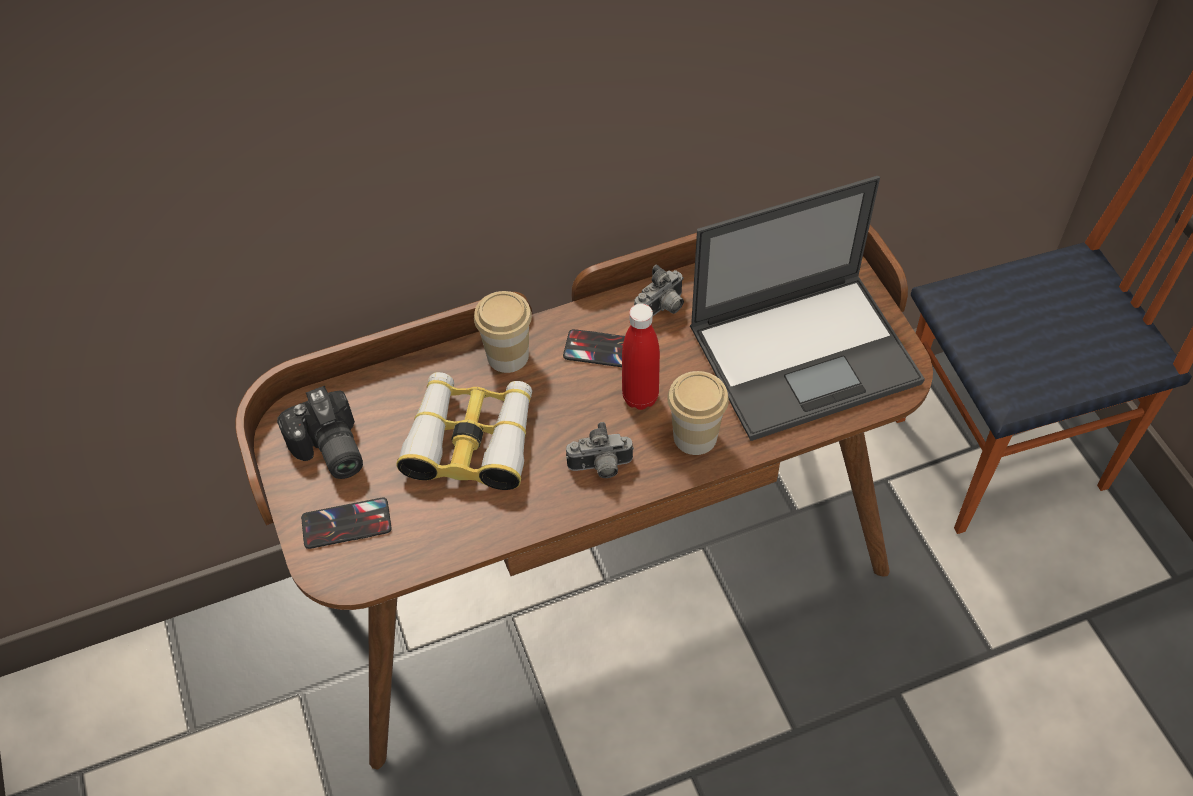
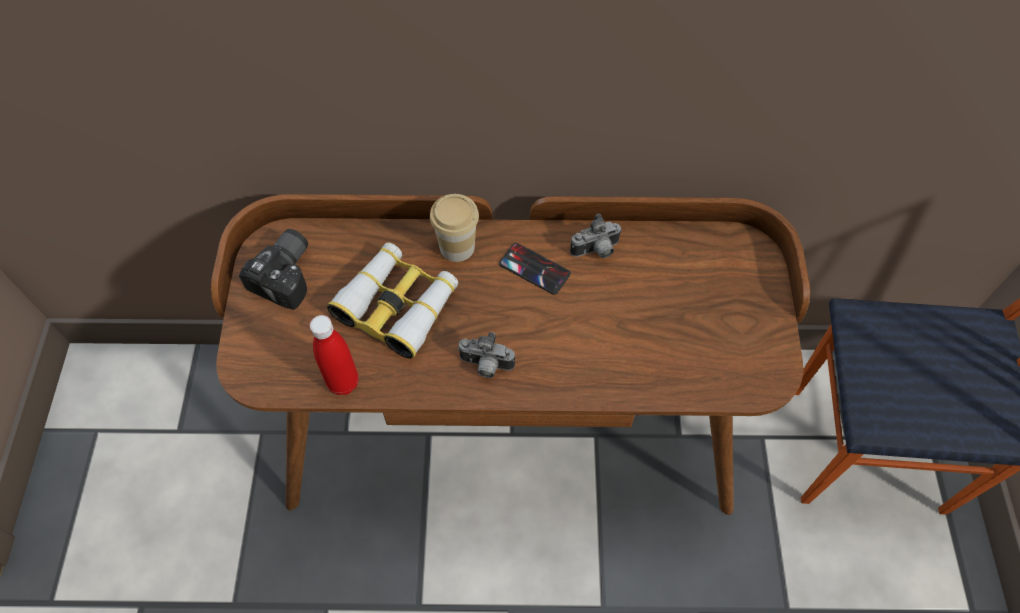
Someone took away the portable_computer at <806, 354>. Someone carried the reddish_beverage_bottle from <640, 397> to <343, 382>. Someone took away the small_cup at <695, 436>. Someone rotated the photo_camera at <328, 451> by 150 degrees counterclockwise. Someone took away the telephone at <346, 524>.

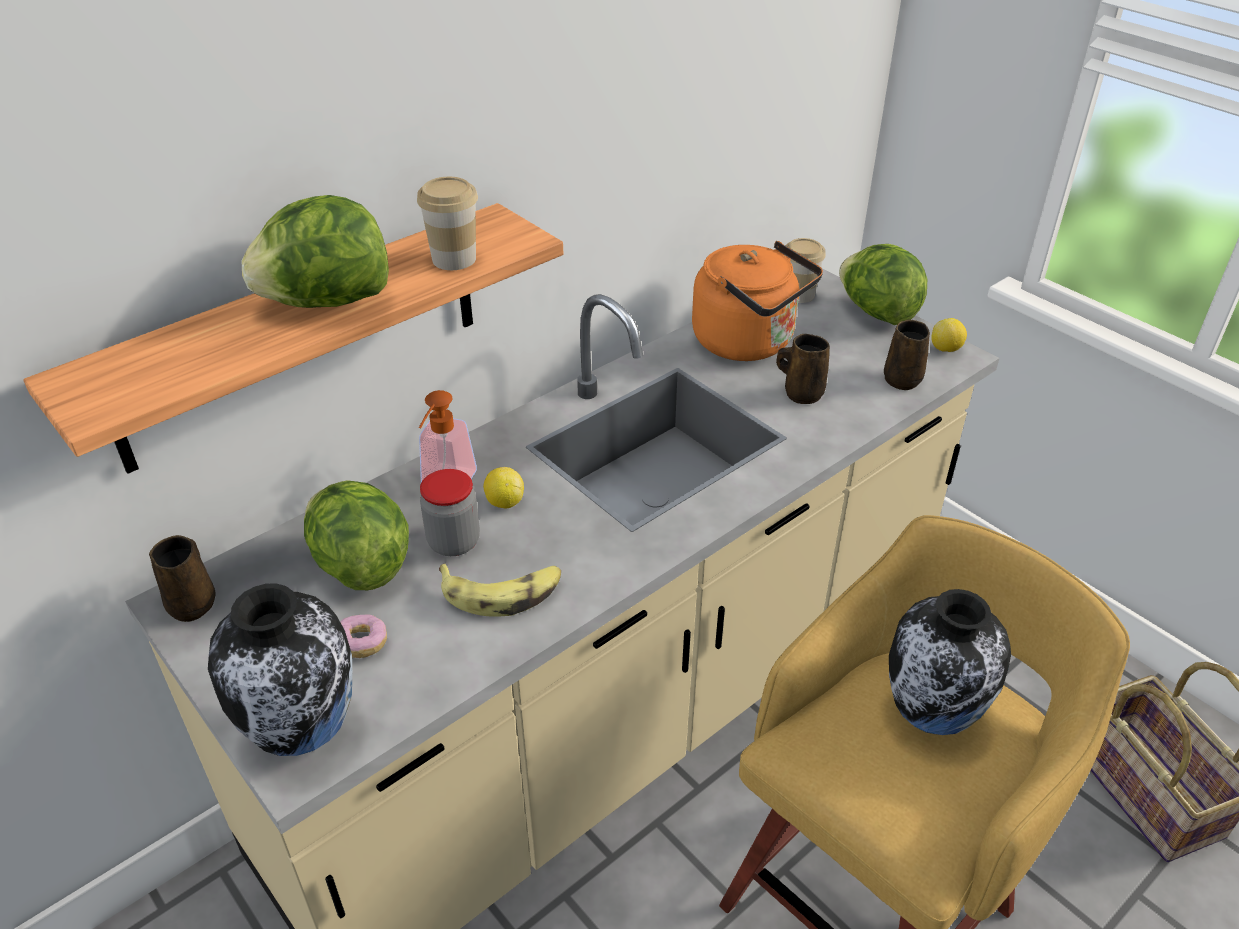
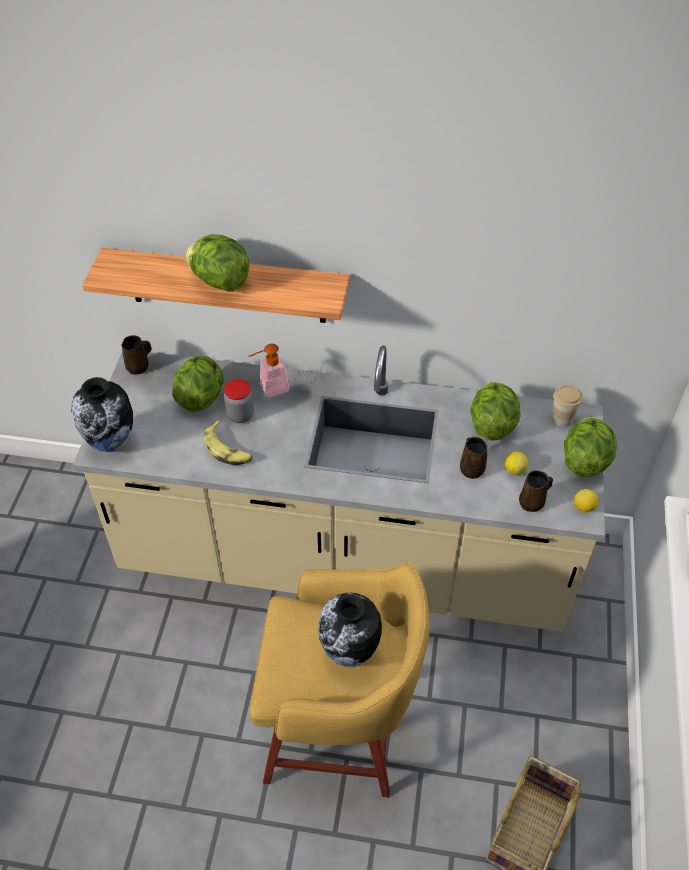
Someone took away the small_cup at <454, 259>. Someone swapped the orange_tea_kettle at <749, 343> for the head_of_lettuce at <491, 424>. Someone carried the lemon from <504, 502> to <514, 469>. Someone took away the ring_doughnut at <362, 644>.

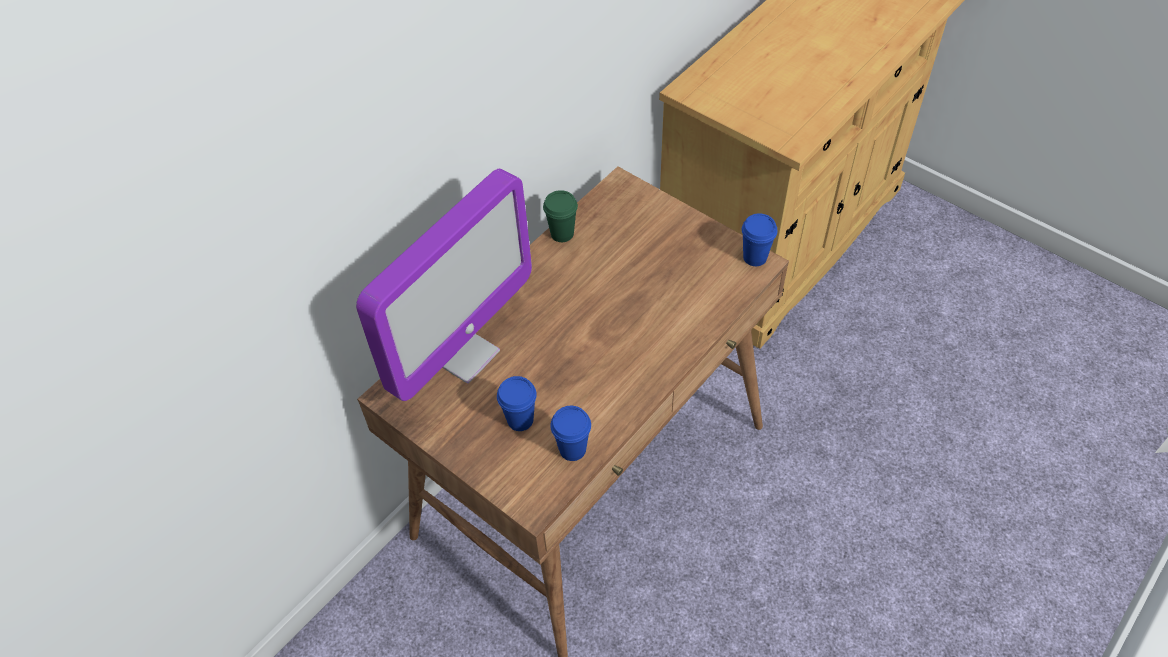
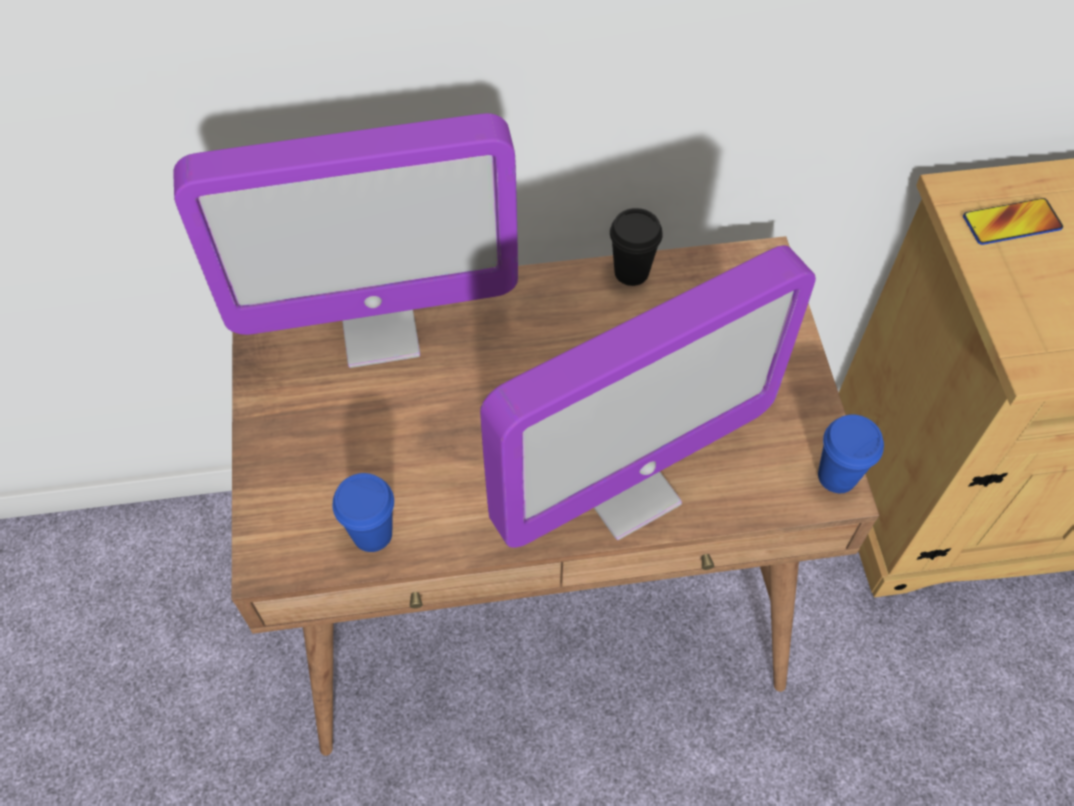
Someone repainted the greenish_small_cup at <562, 234>, which became the black-coloured_small_cup at <631, 272>. Someone took away the bluish_small_cup at <520, 420>. Someone put down the telephone at <1011, 223>. Someone put down the computer_display at <625, 489>.

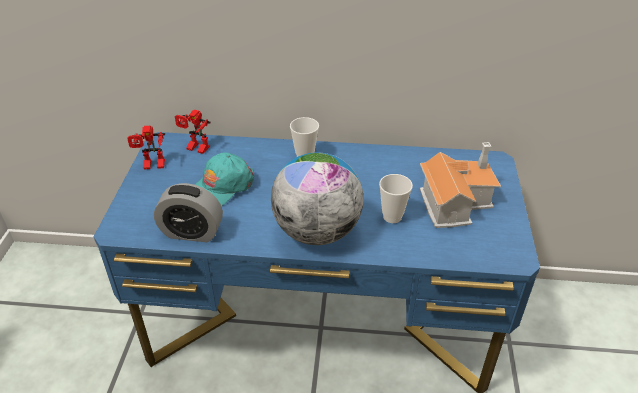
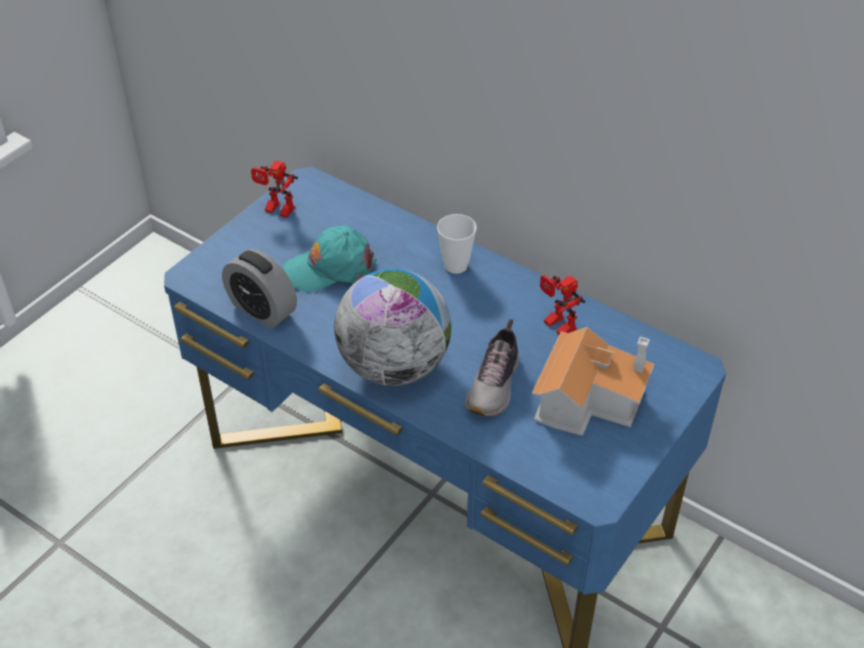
Someone carried the model_robot from <195, 149> to <555, 326>. Someone swapped the small_cup at <392, 217> for the shoe at <495, 385>.

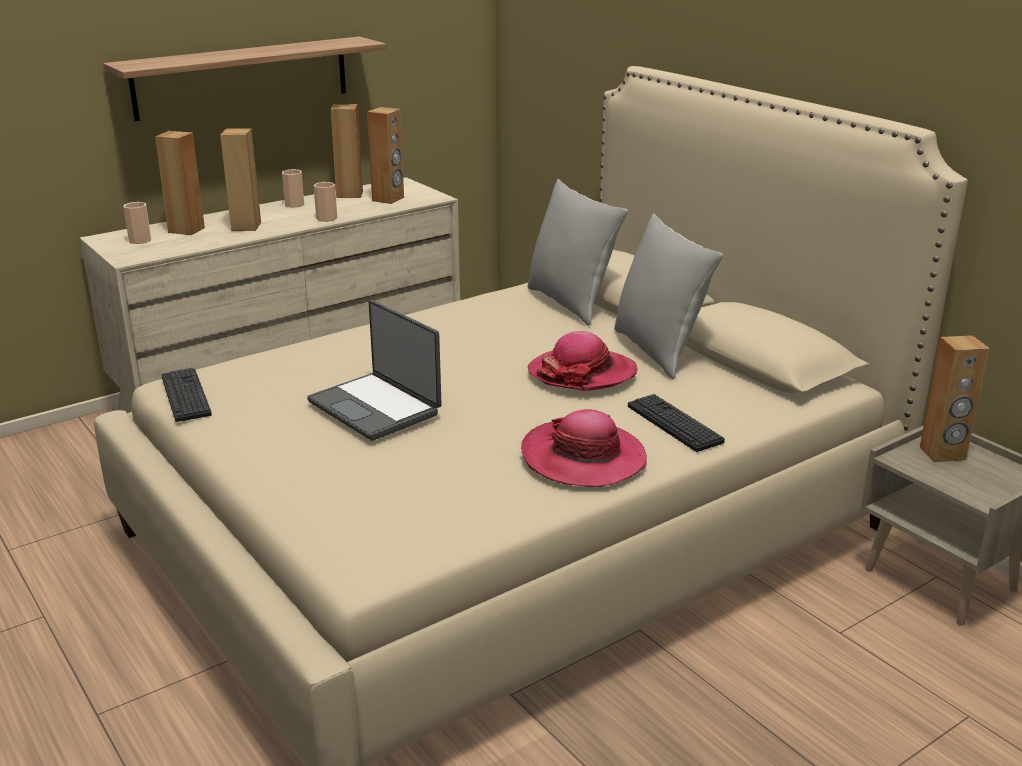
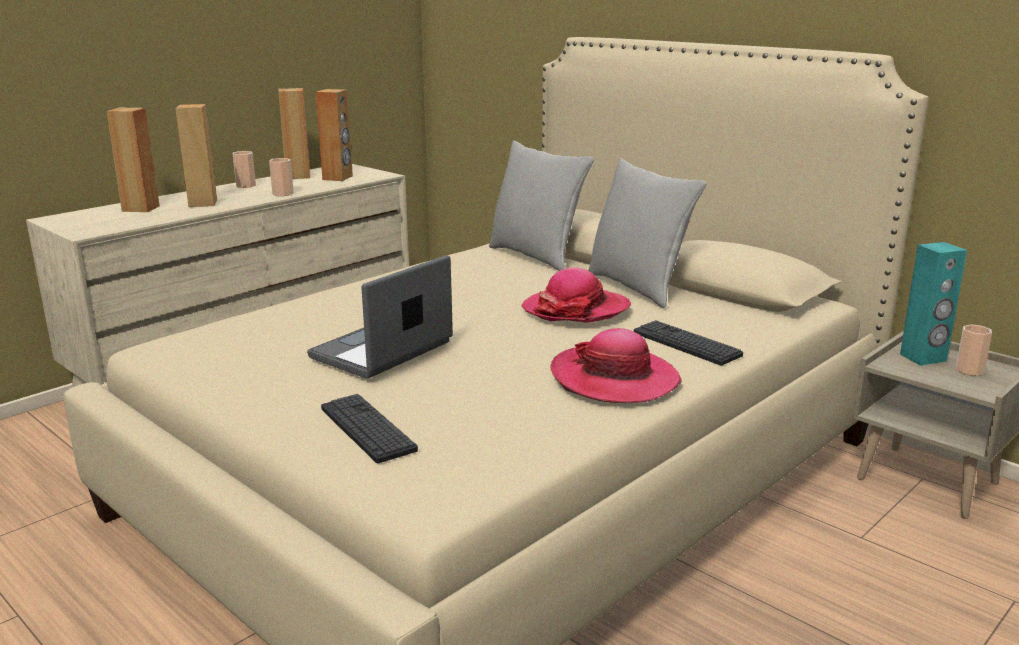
Someone took away the wall_shelf at <242, 77>. Someone carried the small_cup from <140, 240> to <969, 370>. Someone rotated the portable_computer at <376, 407> by 90 degrees clockwise. Someone repainted the brown-coloured_audio_speaker at <942, 453>, which became the blue-green_audio_speaker at <923, 358>. Someone carried the computer_keyboard from <185, 395> to <367, 429>.

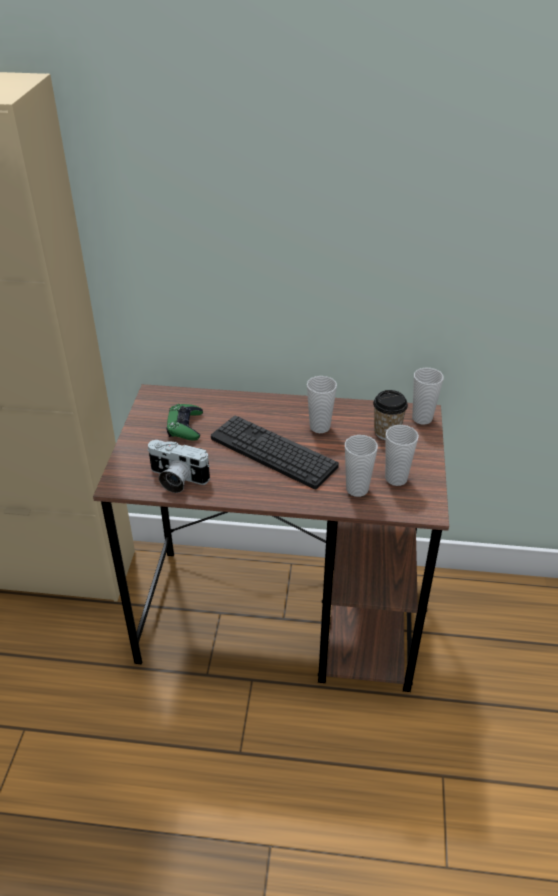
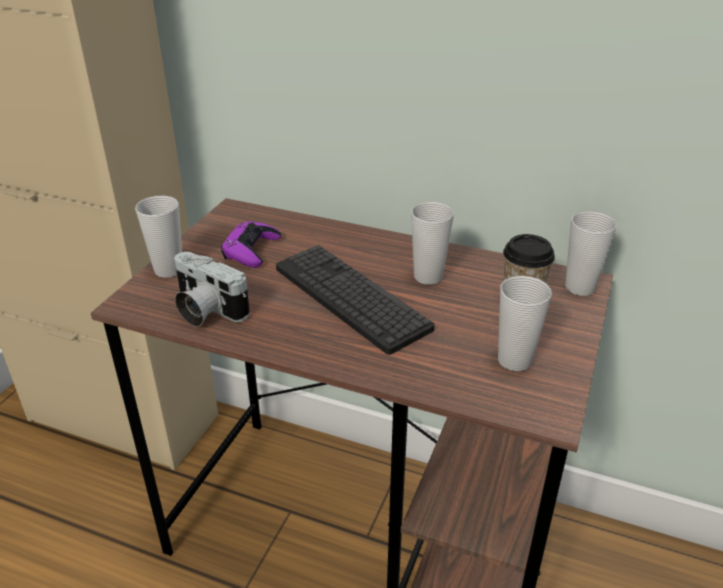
Someone repainted the greenish_joypad at <185, 426>, which became the purple_joypad at <251, 250>. Someone carried the small_cup from <357, 489> to <168, 270>.

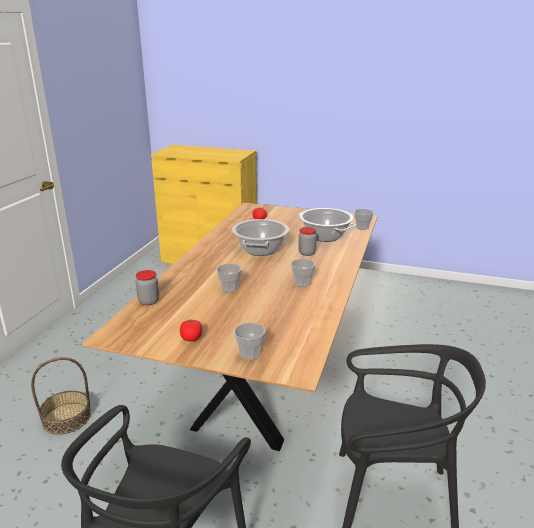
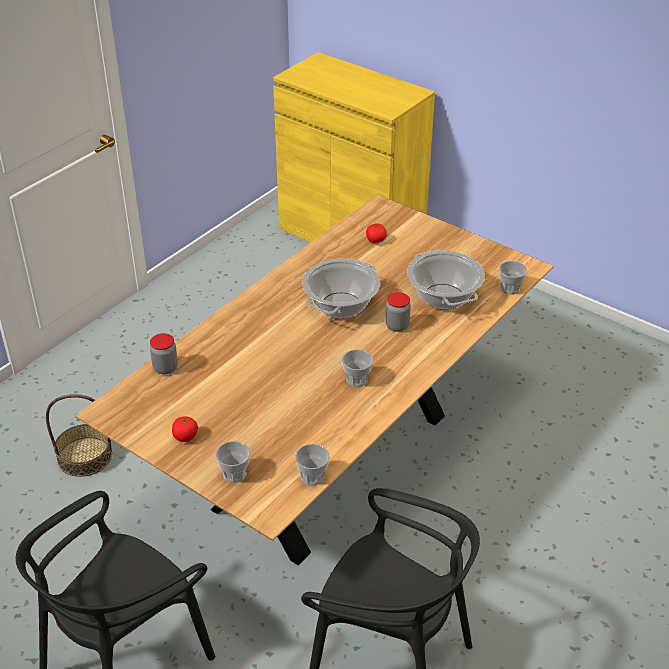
Someone carried the small_cup from <229, 288> to <312, 477>.

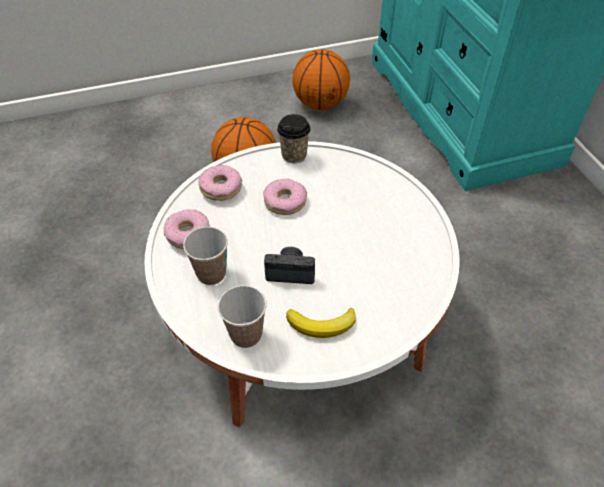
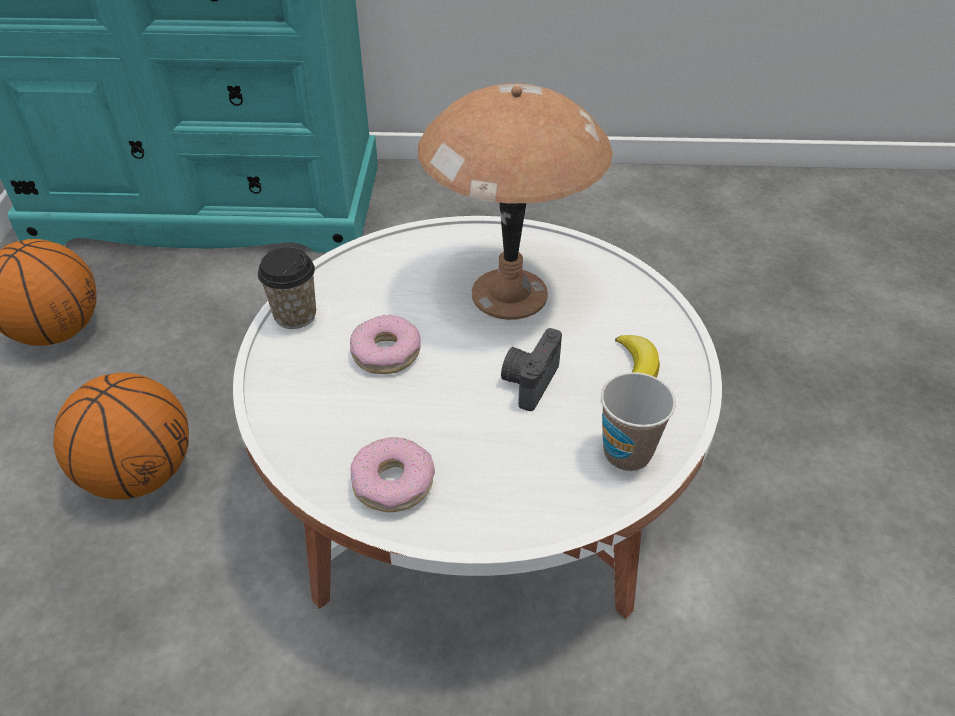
Someone took away the ring_doughnut at <220, 188>. Someone took away the small_cup at <211, 274>. Someone put down the brown-coloured_table_lamp at <510, 293>.

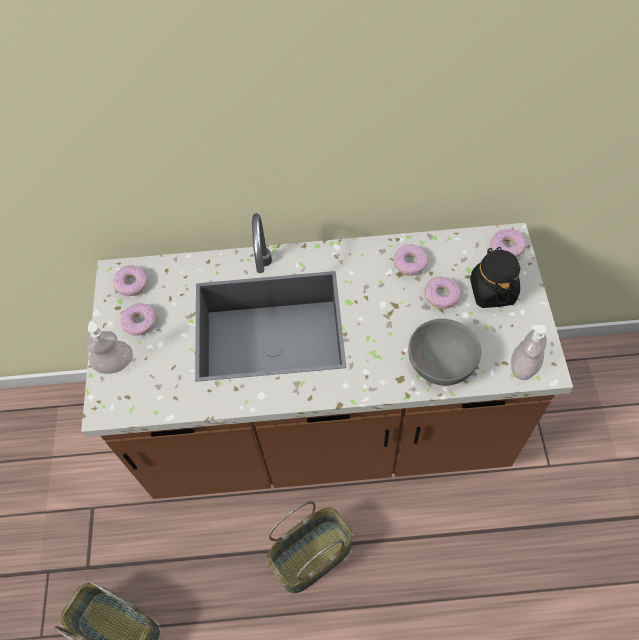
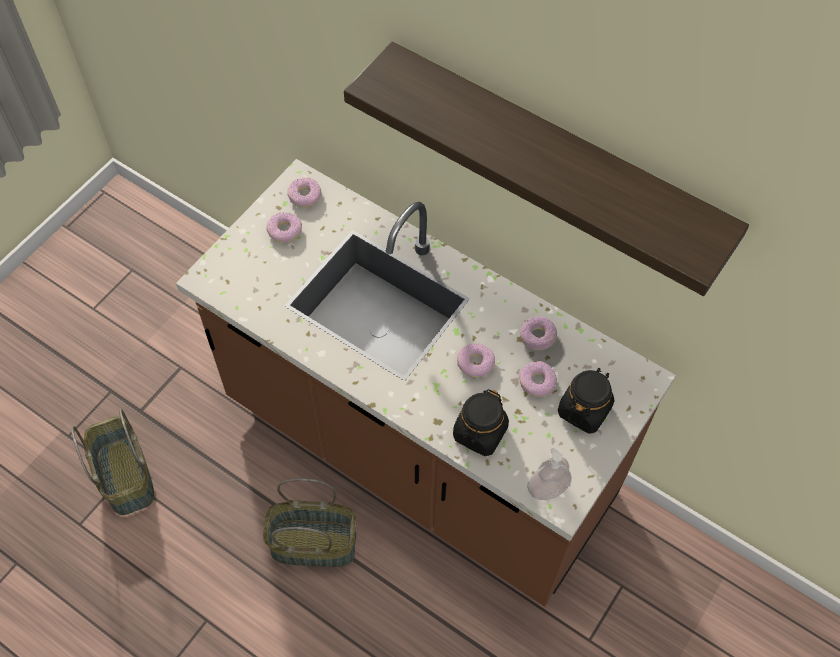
Someone carried the ring_doughnut from <507, 247> to <475, 363>. Someone swapped the greyish_deep_dish at <438, 363> for the black-coloured_storage_jar at <480, 433>. Someone took away the soap_dispenser at <115, 364>. Someone put up the wall_shelf at <555, 158>.

